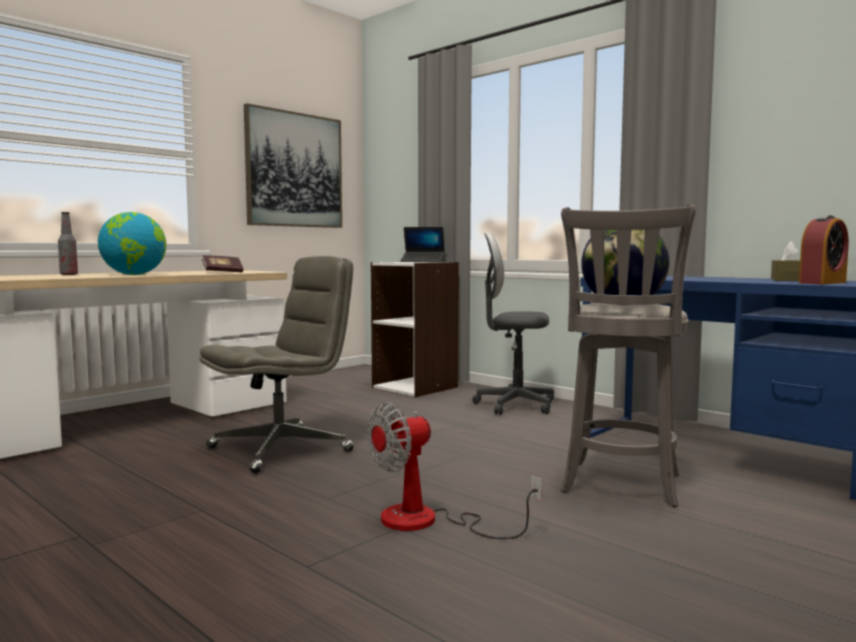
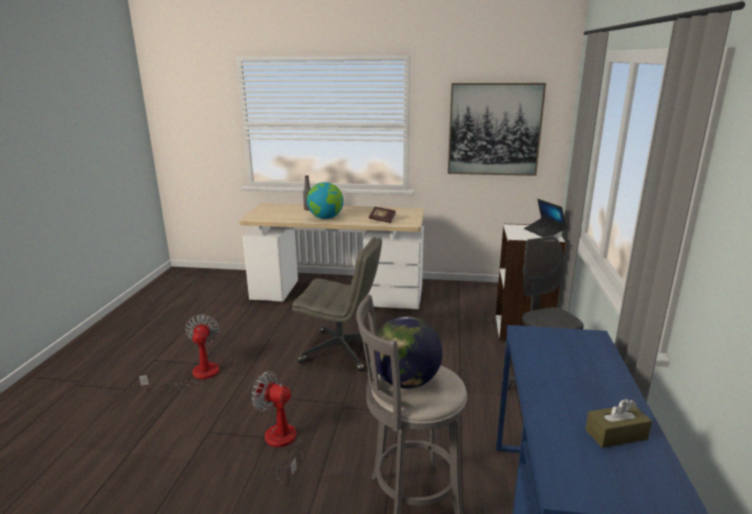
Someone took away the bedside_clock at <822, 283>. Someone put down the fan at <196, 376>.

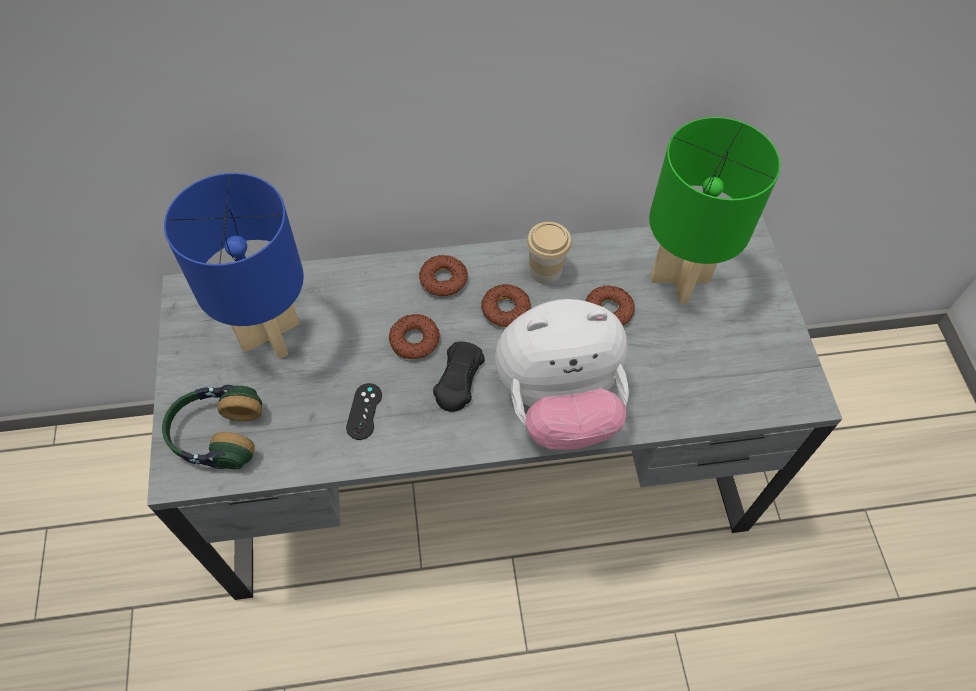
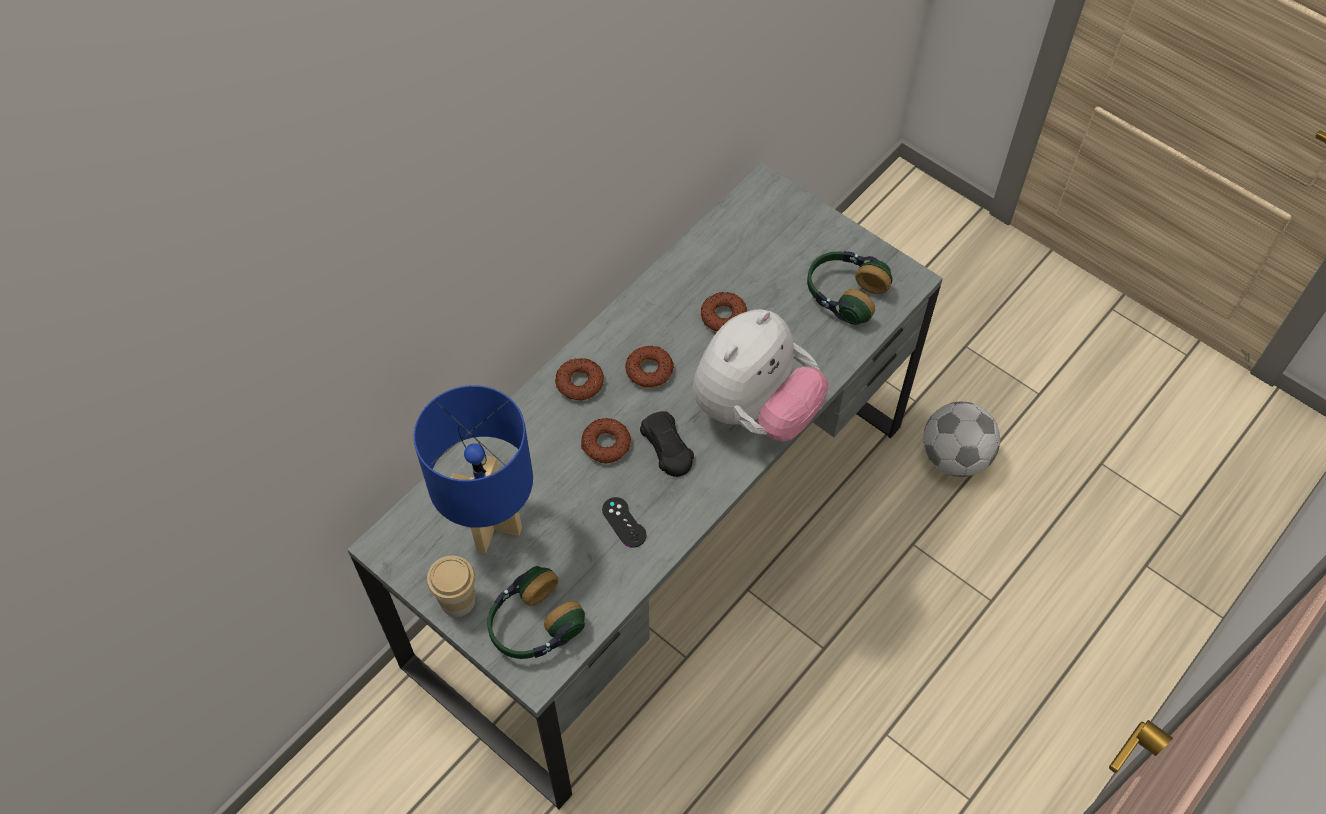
Someone took away the greenish_table_lamp at <680, 280>. Someone carried the small_cup from <545, 271> to <457, 600>. Someone put down the pair_of_headphones at <844, 294>. Someone put down the ball_for_football at <954, 457>.

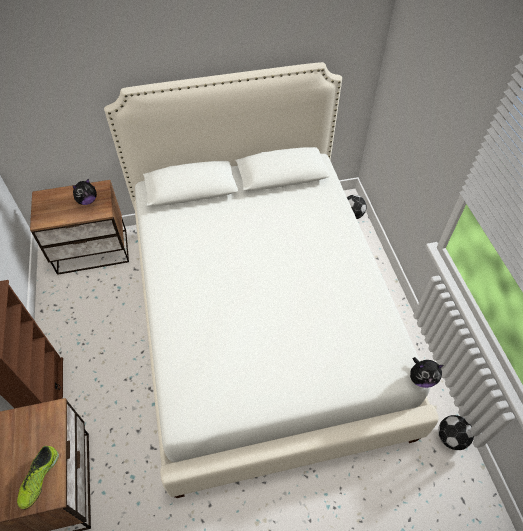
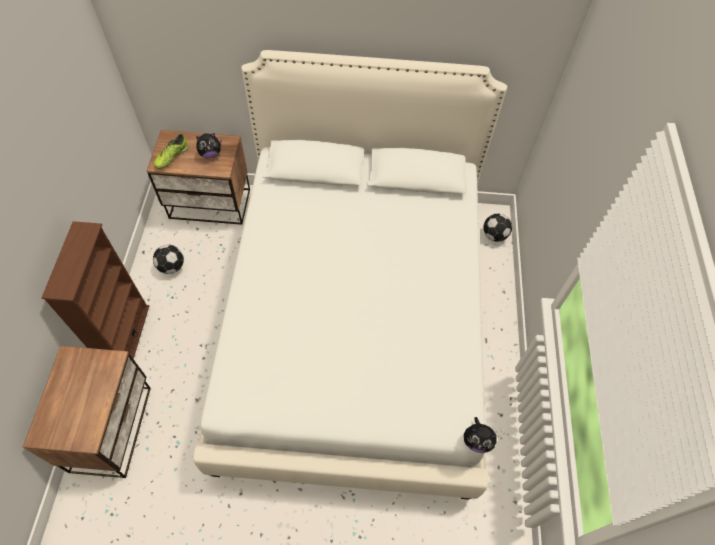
Someone carried the ball_for_football from <451, 438> to <171, 267>. Someone carried the shoe from <39, 478> to <172, 156>.

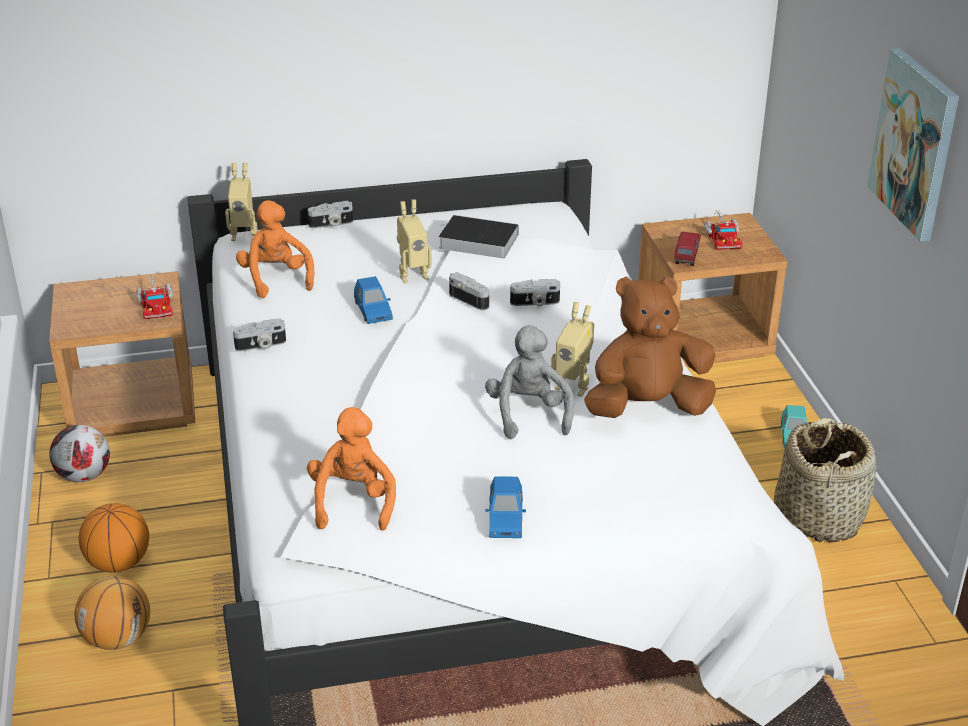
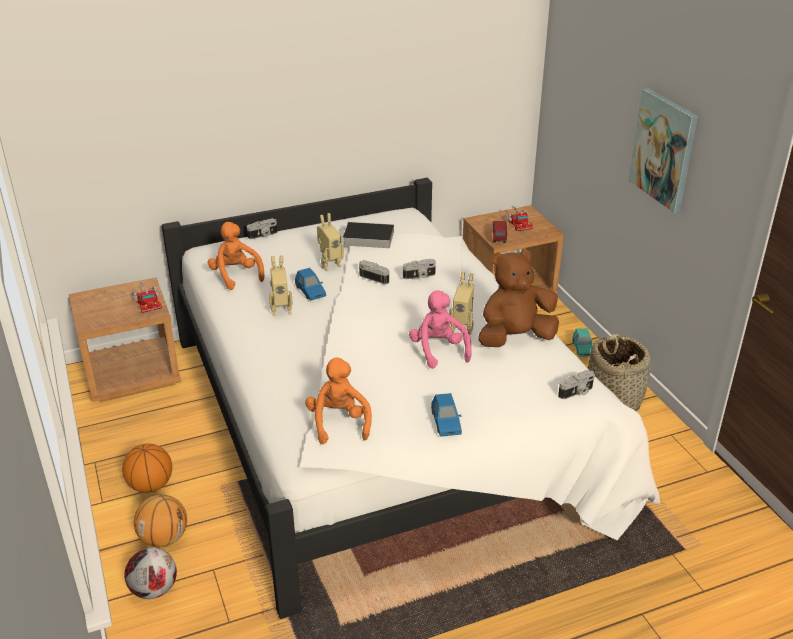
Someone carried the model_robot from <245, 235> to <281, 310>. Someone carried the photo_camera from <261, 346> to <576, 392>. Someone repainted the greyish_cuddly_toy at <528, 414>, which became the pink-coloured_cuddly_toy at <438, 350>. Someone carried the ball_for_football from <84, 475> to <154, 589>.

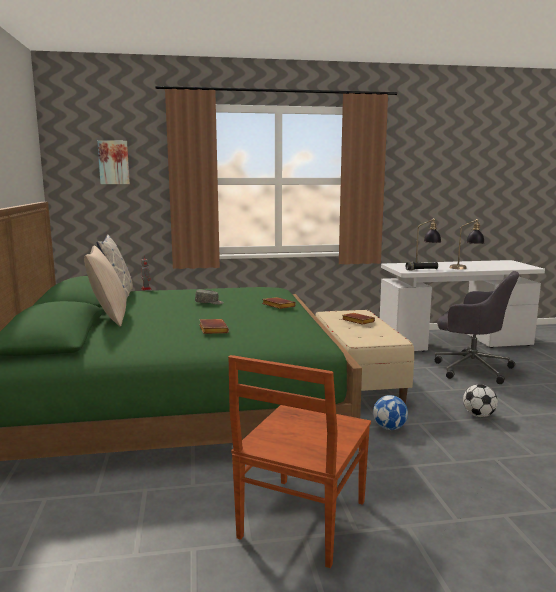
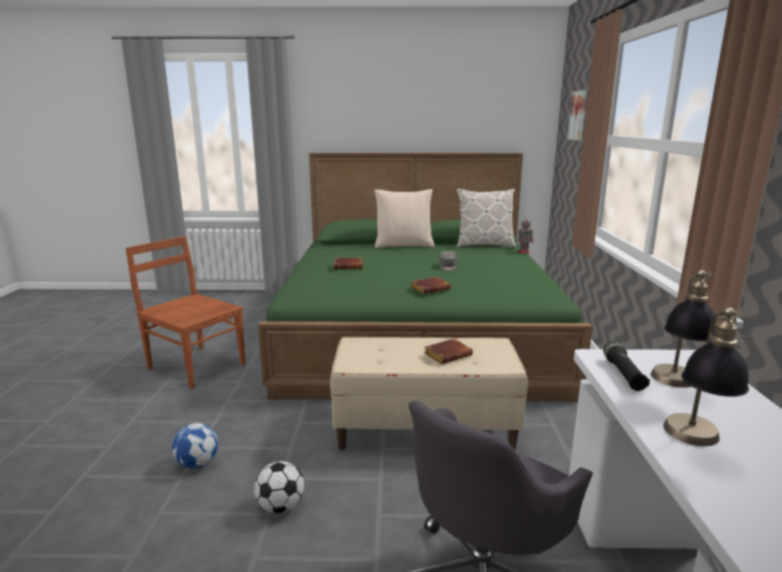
Someone carried the ball_for_football from <389, 428> to <197, 463>.

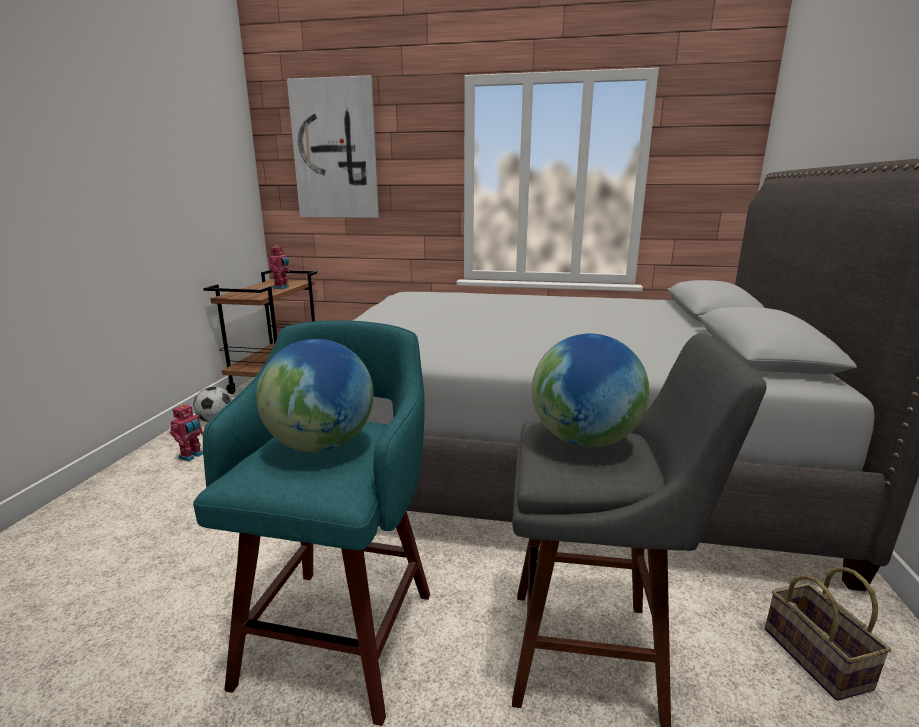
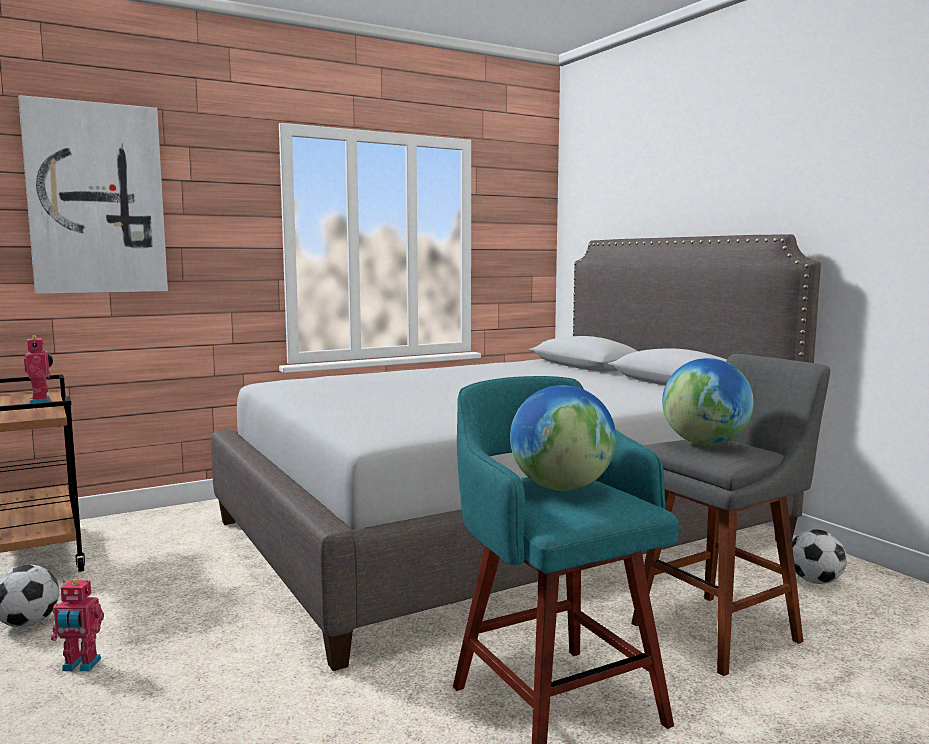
Someone rotated the model_robot at <192, 456> by 105 degrees clockwise. Someone swapped the storage_basket at <819, 659> for the ball_for_football at <815, 581>.

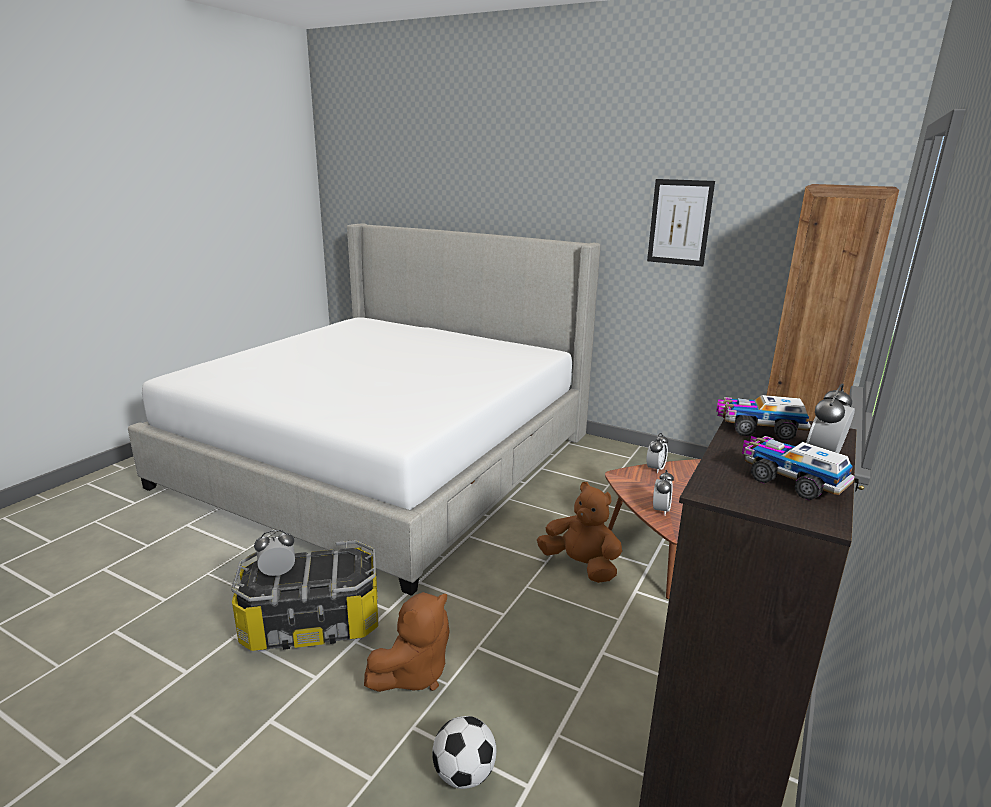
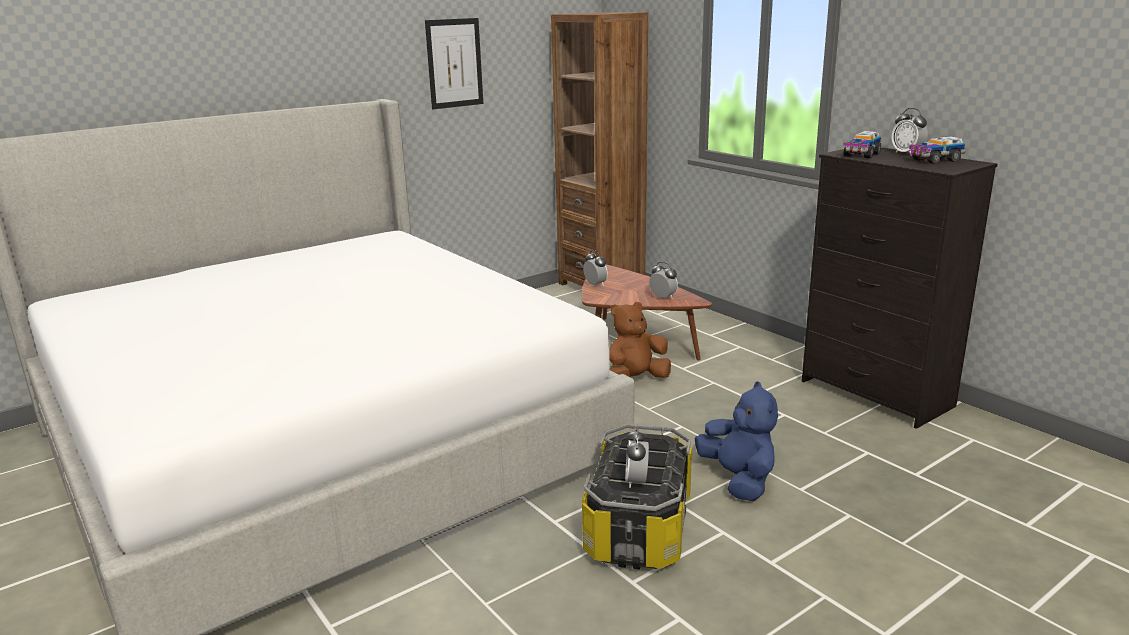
Someone repainted the brown-coloured_cuddly_toy at <413, 673>, which became the bluish_cuddly_toy at <738, 480>. Someone took away the ball_for_football at <464, 774>.

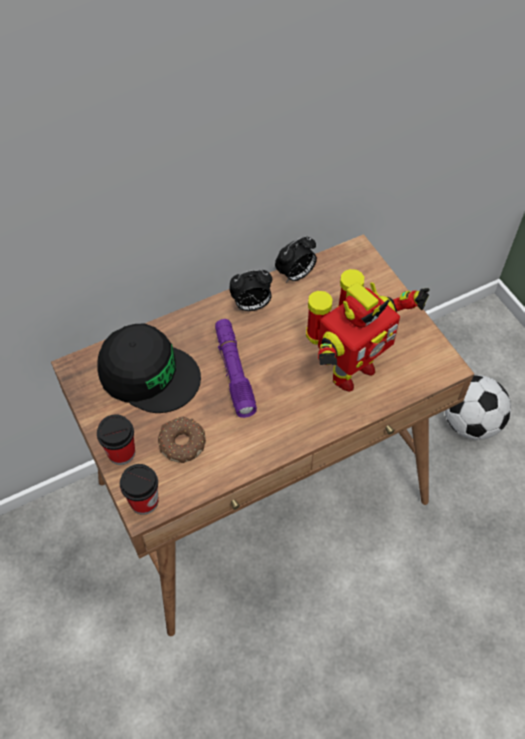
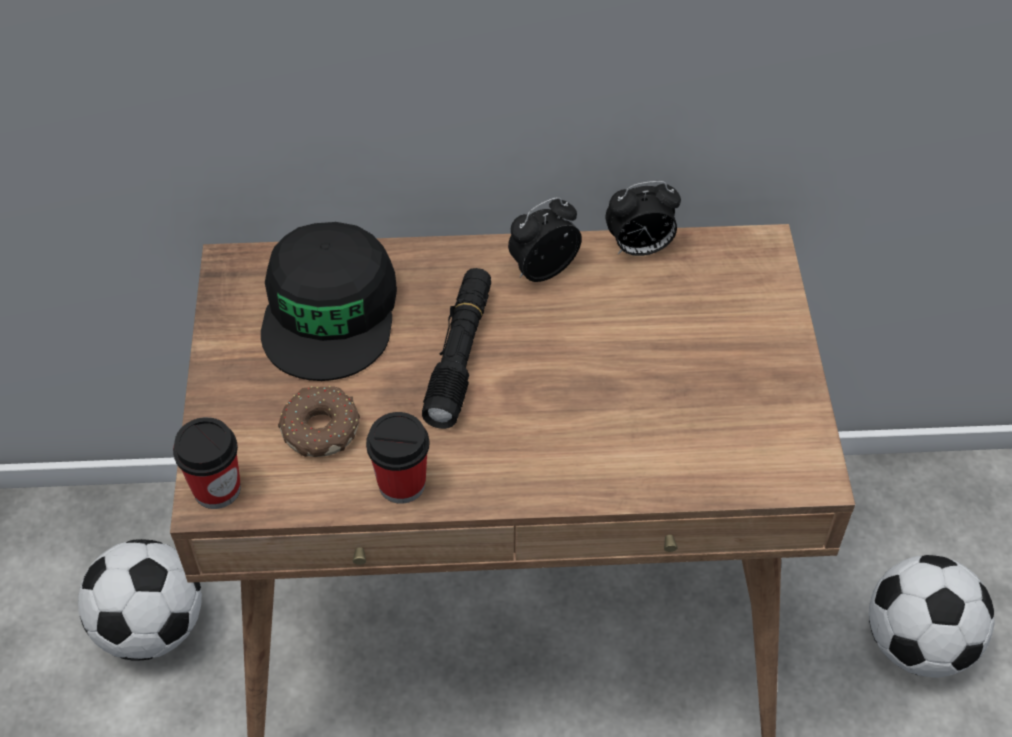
Someone rotated the bedside_clock at <251, 306> by 135 degrees clockwise. Someone took away the model_robot at <349, 371>. Someone repainted the purple_flashlight at <234, 371>, which became the black-coloured_flashlight at <460, 355>. Someone rotated the black-coloured_cap at <148, 374> by 45 degrees clockwise. Someone carried the small_cup from <121, 452> to <402, 484>. Someone put down the ball_for_football at <152, 627>.

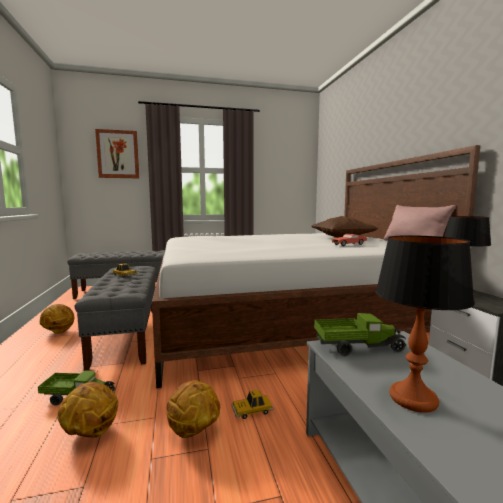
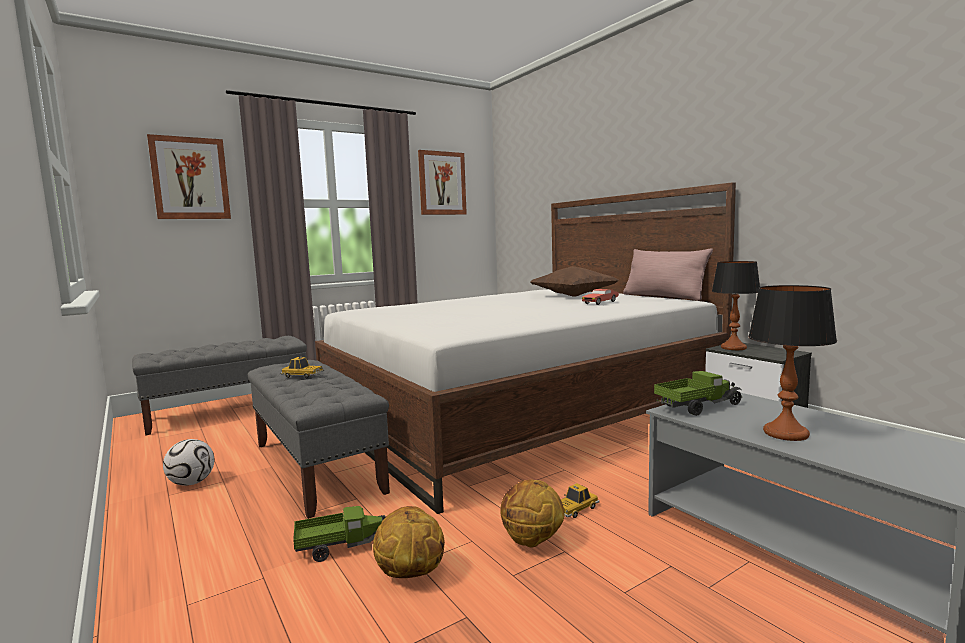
Someone swapped the ball_for_basketball at <58, 332> for the ball_for_football at <191, 483>. Someone put up the wall_picture at <442, 183>.

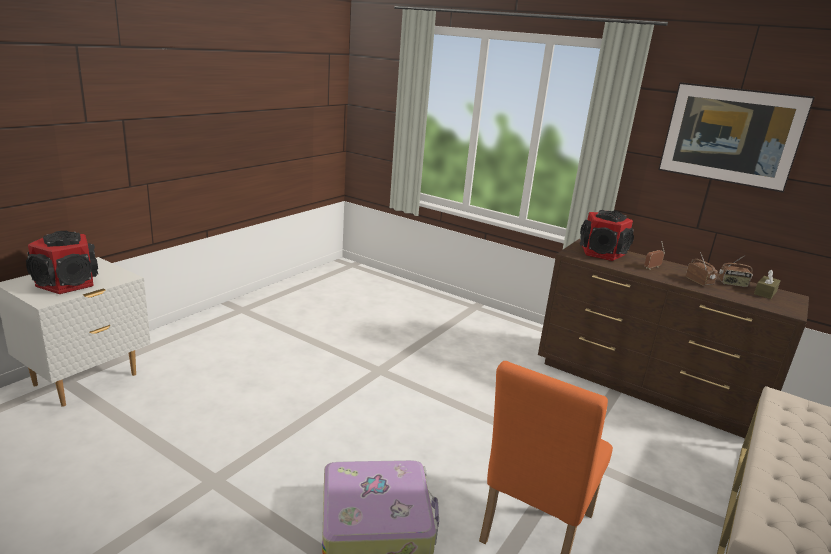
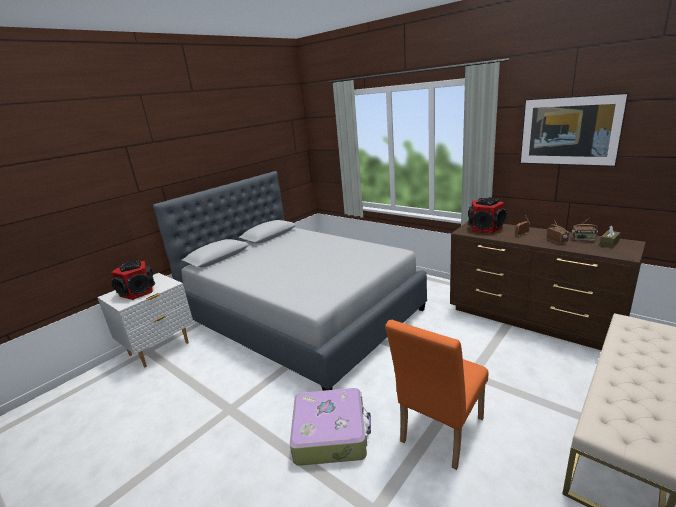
Someone put down the greyish_bedroom_bed at <303, 315>.

